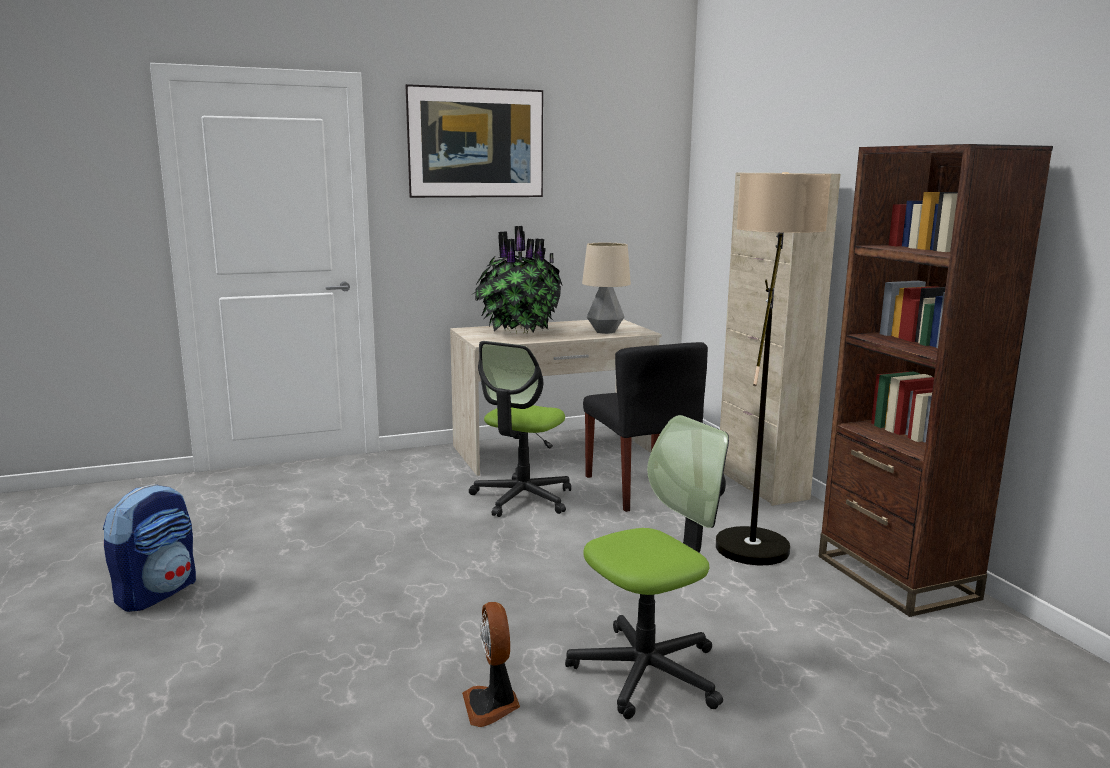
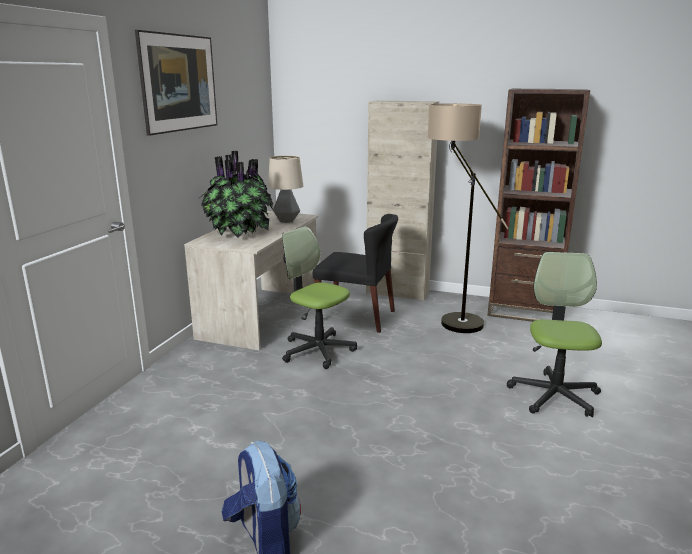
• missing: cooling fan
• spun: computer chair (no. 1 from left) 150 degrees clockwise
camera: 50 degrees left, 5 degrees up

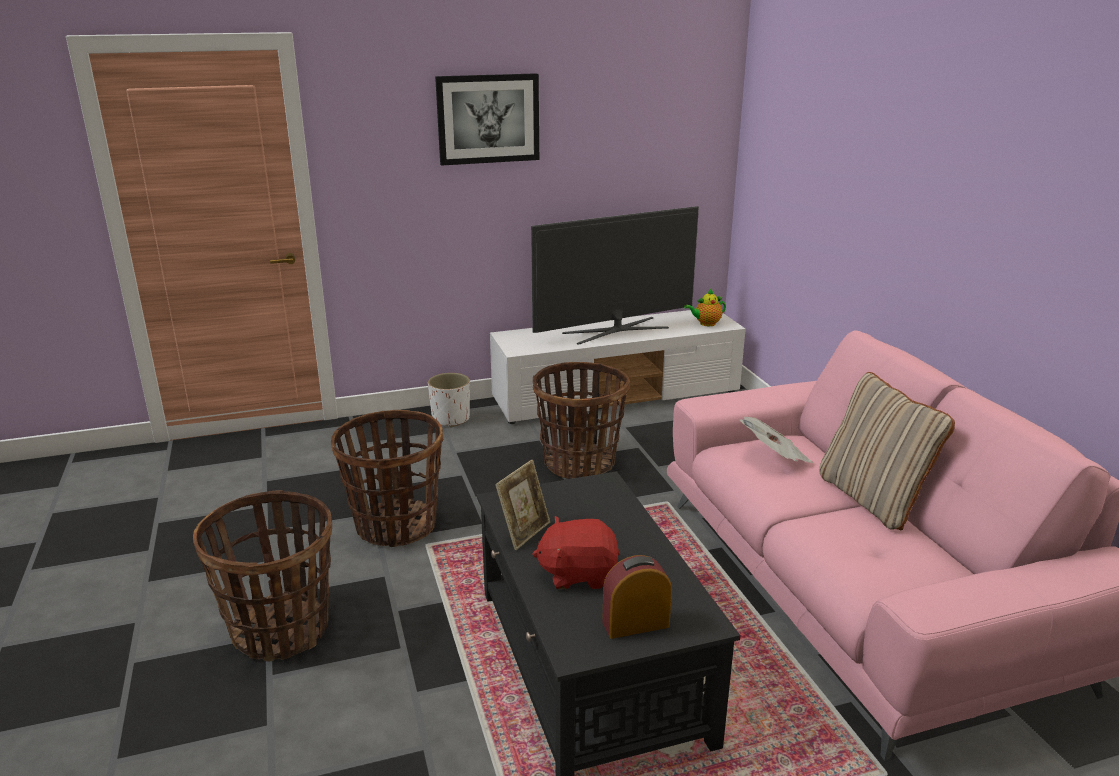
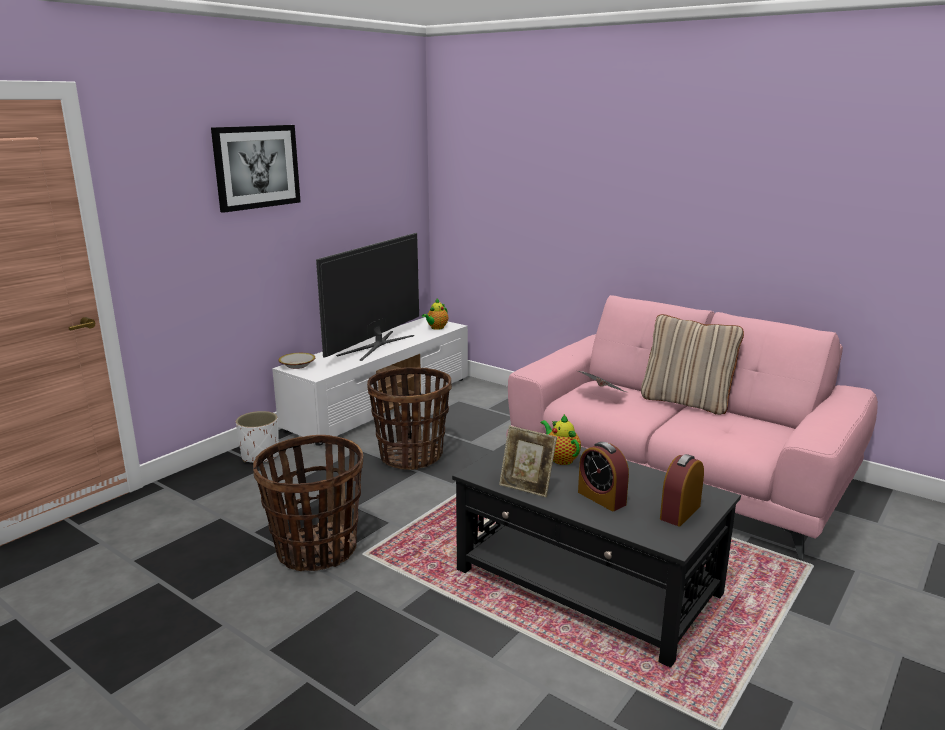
• missing: storage basket (no. 1 from left)
• appeared: bowl
• appeared: teapot (no. 2 from left)
• exchanged: red-coloured cuddly toy to bedside clock (no. 1 from left)
• spun: standing frame 120 degrees clockwise
camera: 35 degrees left, 5 degrees down

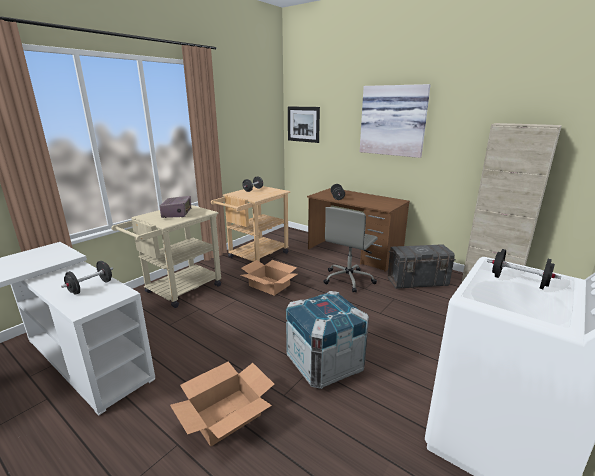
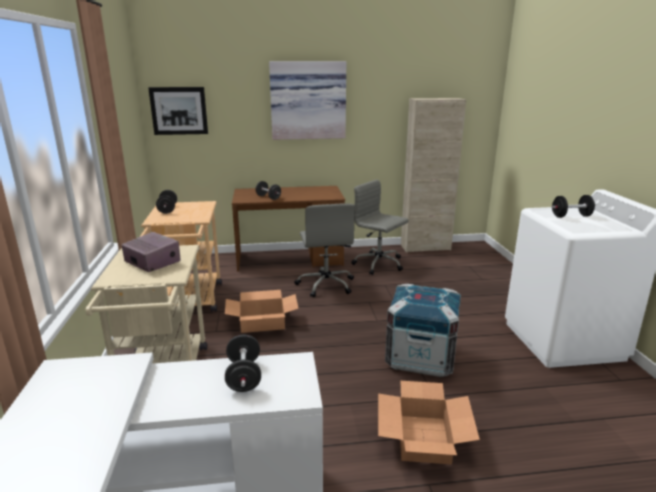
• exchanged: greyish storage bin to greyish computer chair (no. 2 from left)
camera: 45 degrees left, 0 degrees up

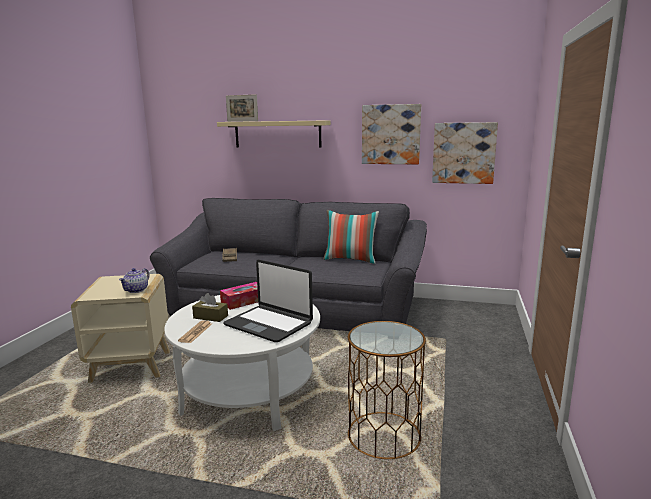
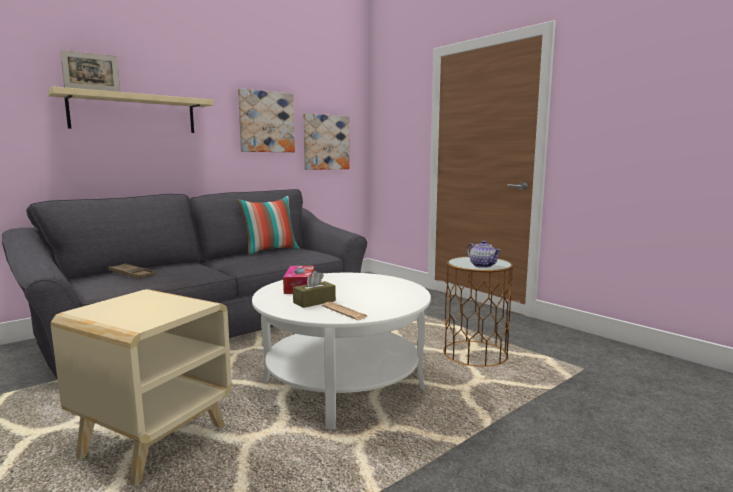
• missing: portable computer
• relocated: teapot
camera: 55 degrees left, 5 degrees down

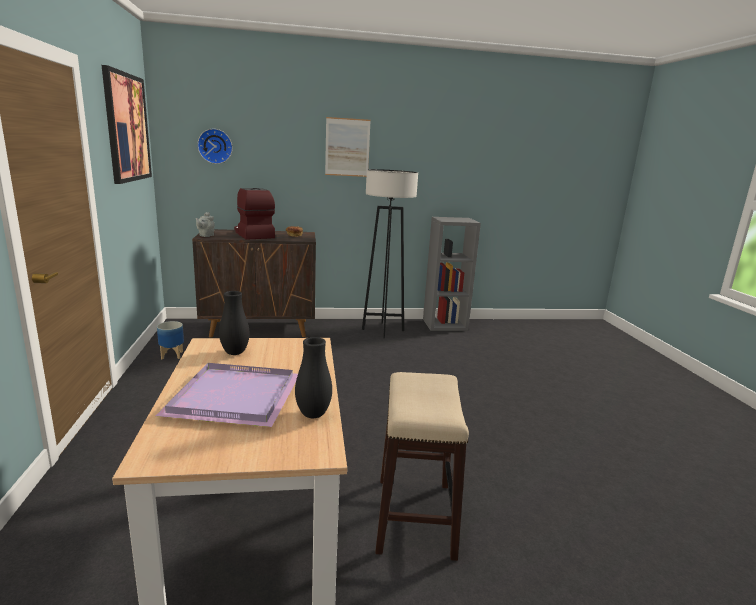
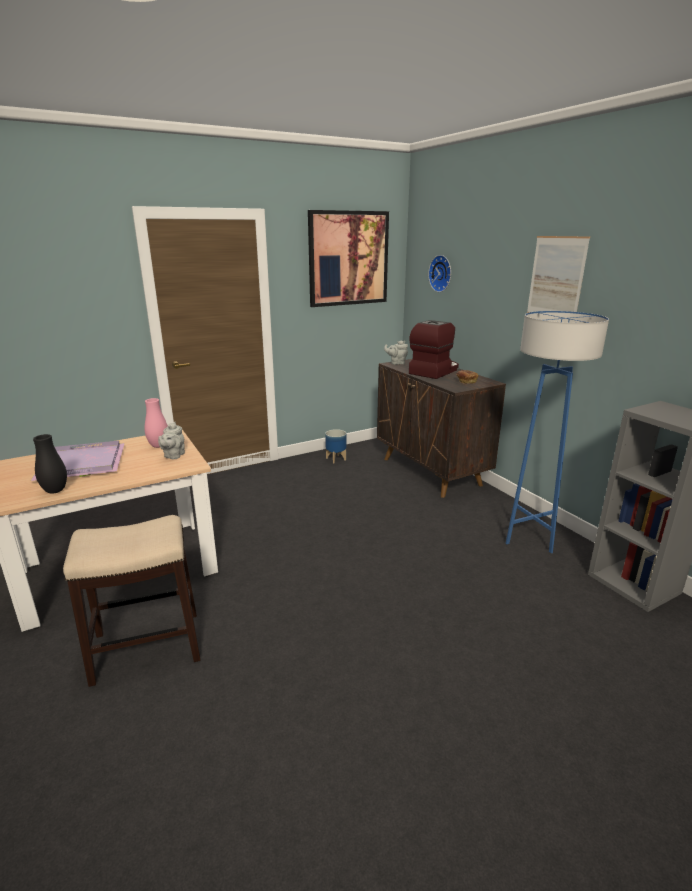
• appeared: greyish teapot (no. 1 from left)
• colour: black-coloured flower vase (no. 1 from left) to pink-coloured flower vase
• colour: black-coloured standard lamp to bluish standard lamp
camera: 70 degrees right, 5 degrees up

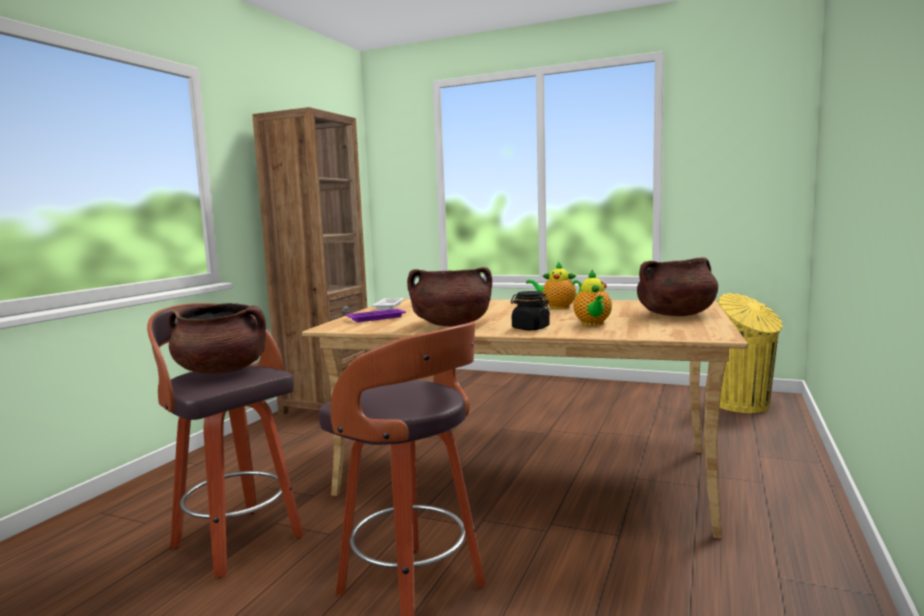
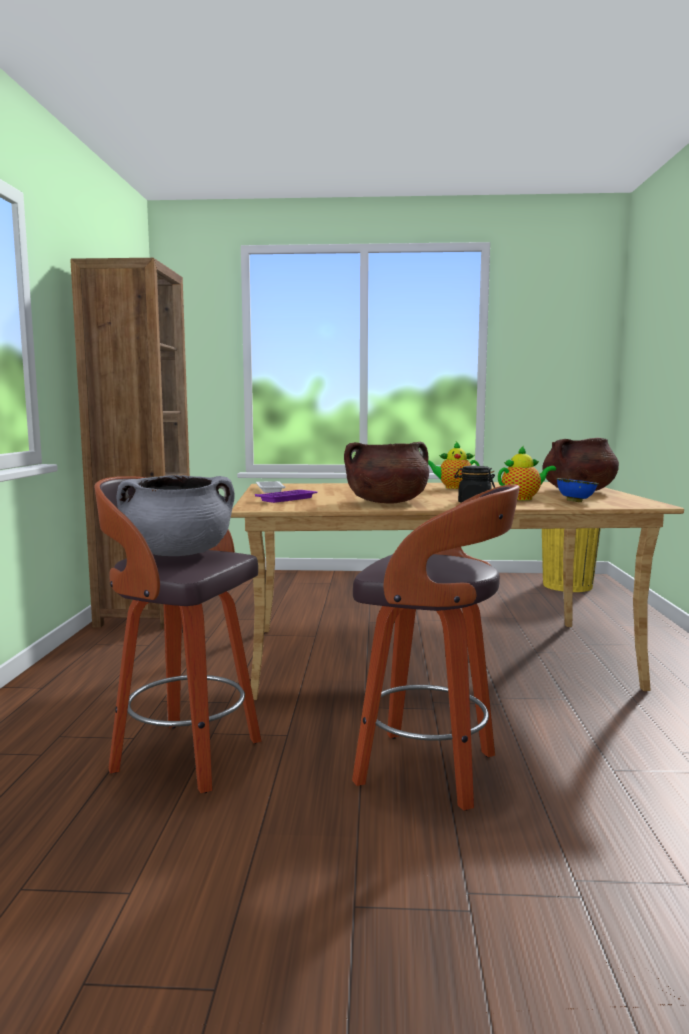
• appeared: bluish bowl
• colour: brown cooking pot (no. 1 from left) to greyish cooking pot
• spun: teapot (no. 2 from left) 90 degrees counterclockwise
camera: 20 degrees left, 0 degrees up

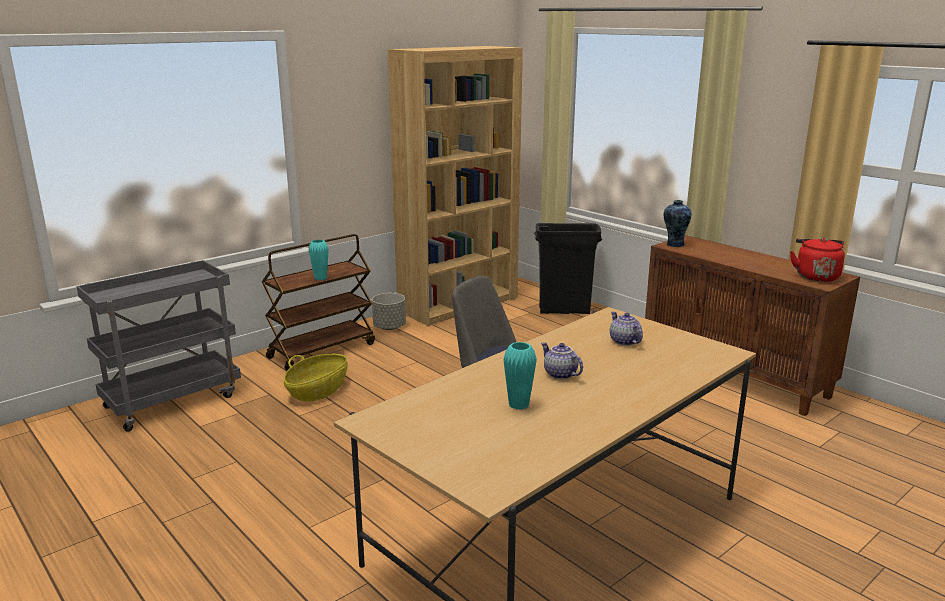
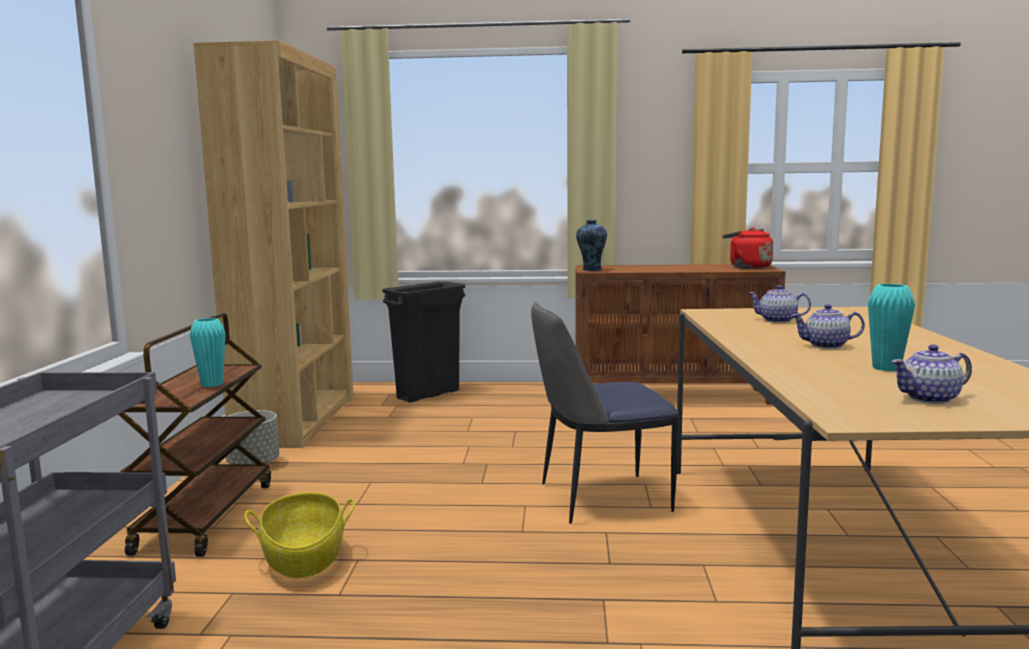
• appeared: teapot (no. 3 from left)
camera: 45 degrees left, 10 degrees down

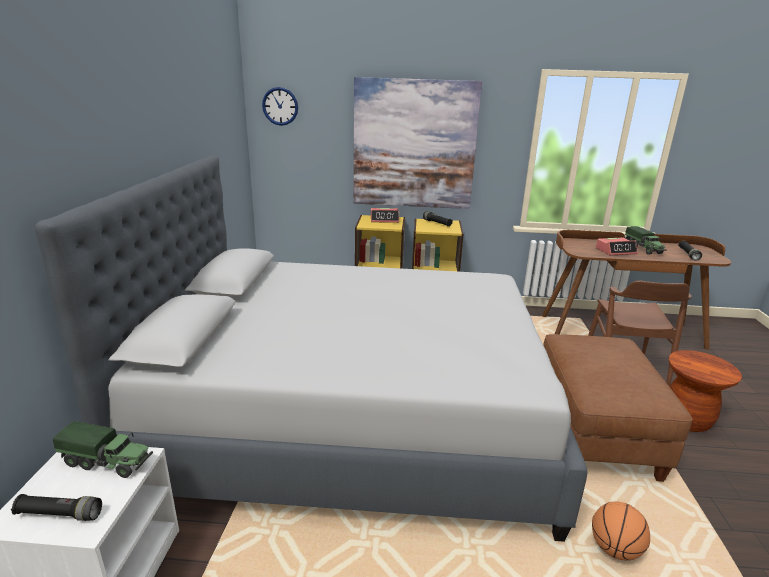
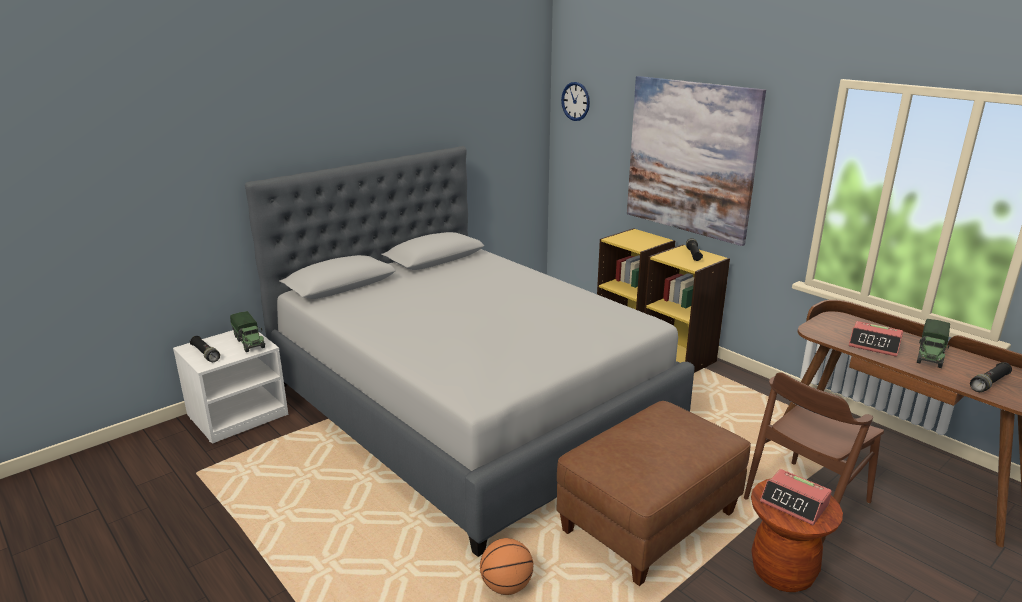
• relocated: bedside clock (no. 1 from left)
camera: 45 degrees right, 0 degrees up

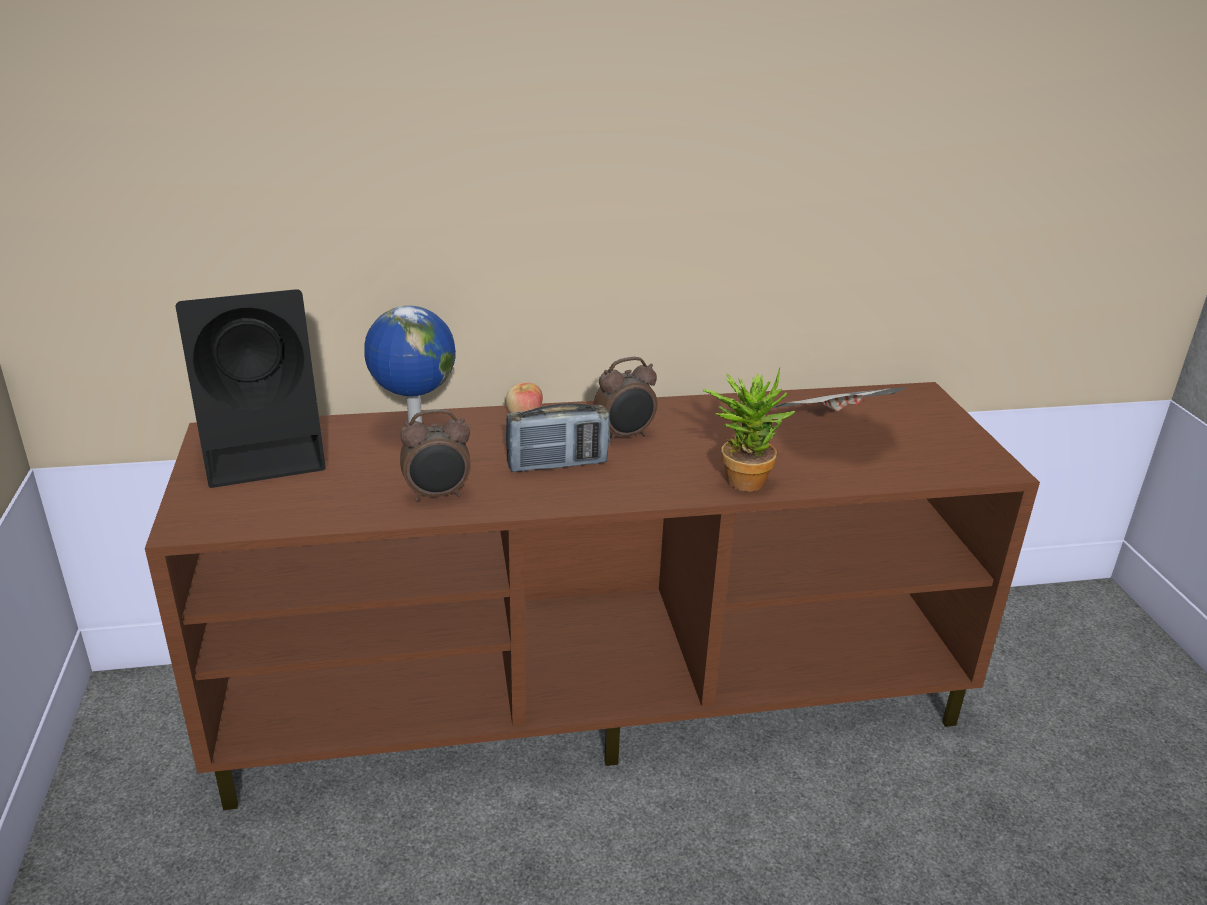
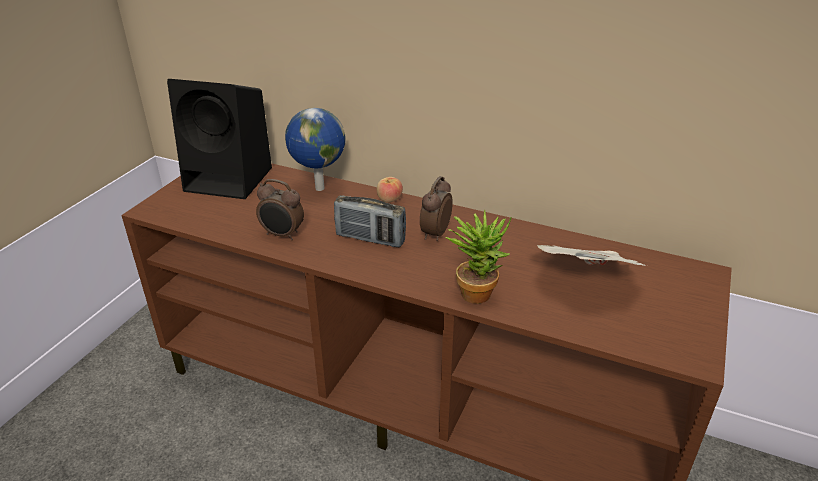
• spun: bedside clock (no. 2 from left) 105 degrees clockwise
camera: 35 degrees right, 5 degrees up

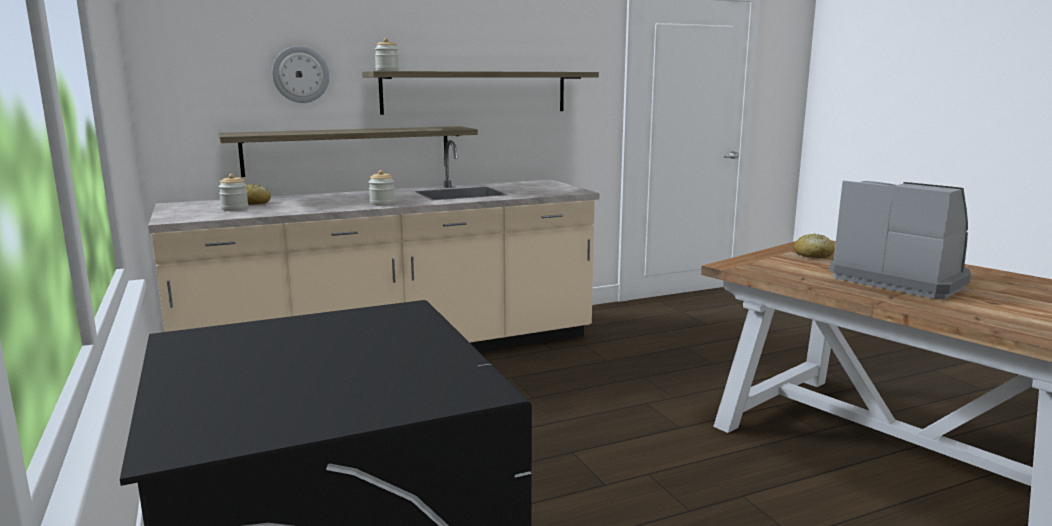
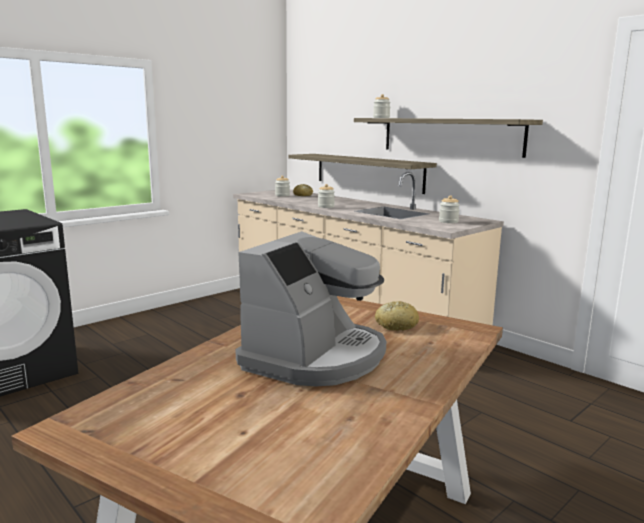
• missing: wall clock
• appeared: preserve jar (no. 4 from left)
camera: 70 degrees right, 0 degrees up

